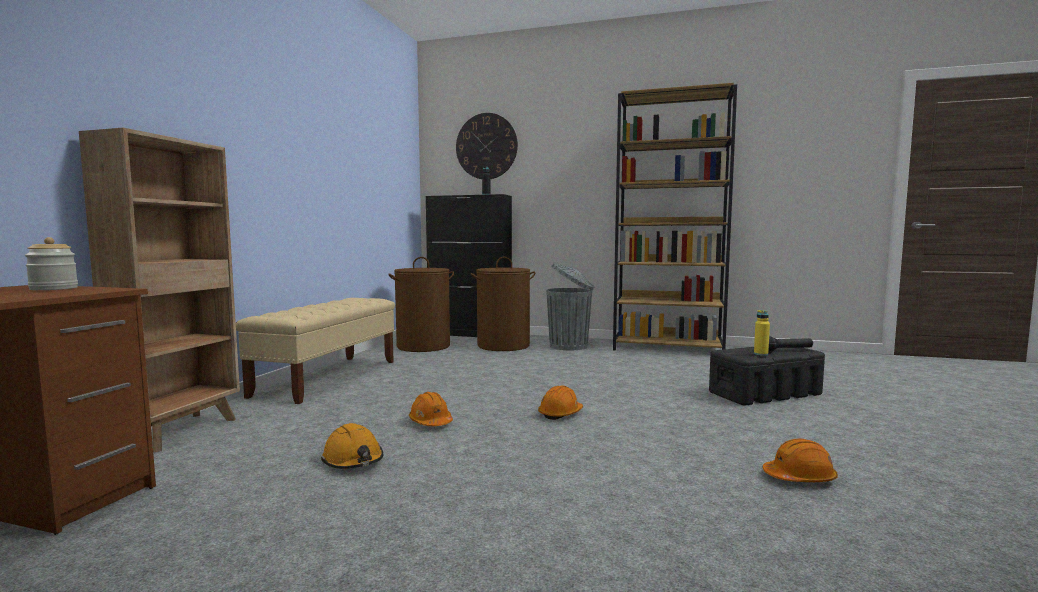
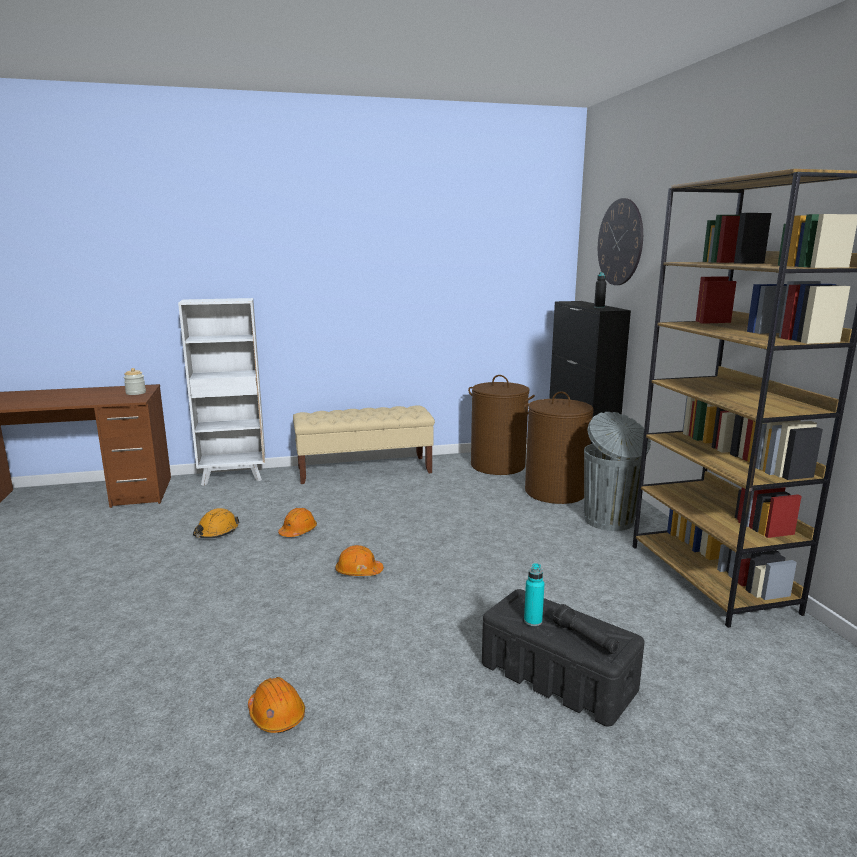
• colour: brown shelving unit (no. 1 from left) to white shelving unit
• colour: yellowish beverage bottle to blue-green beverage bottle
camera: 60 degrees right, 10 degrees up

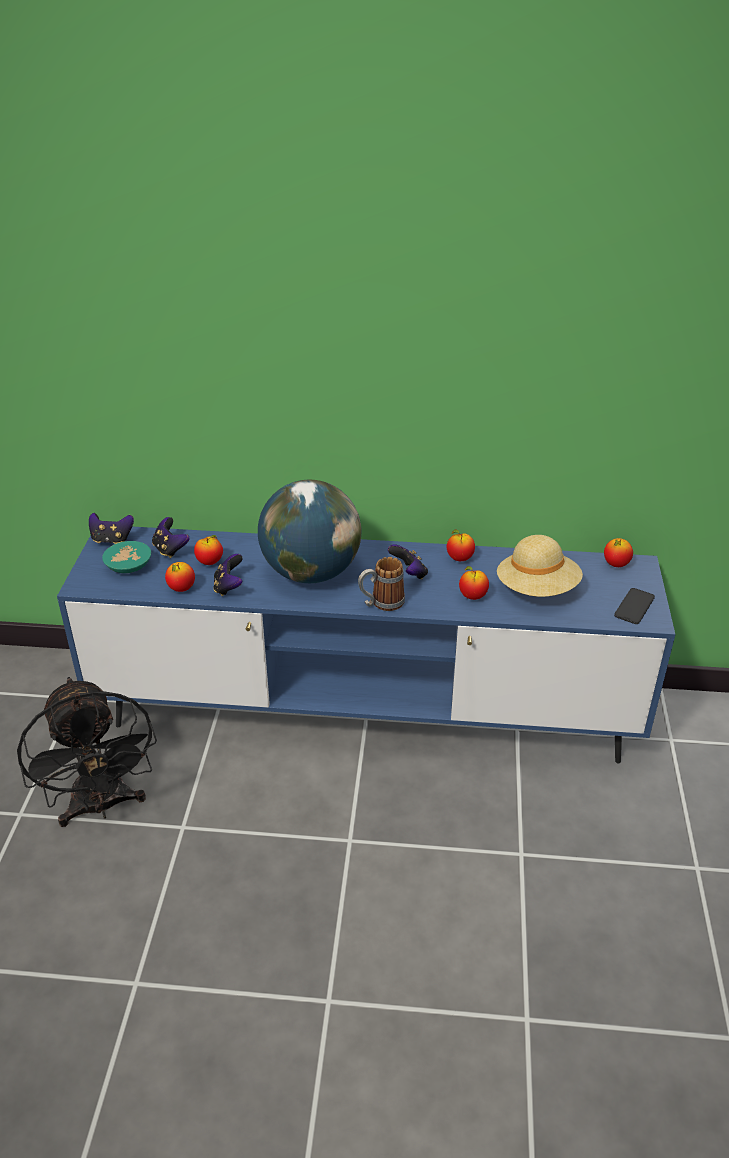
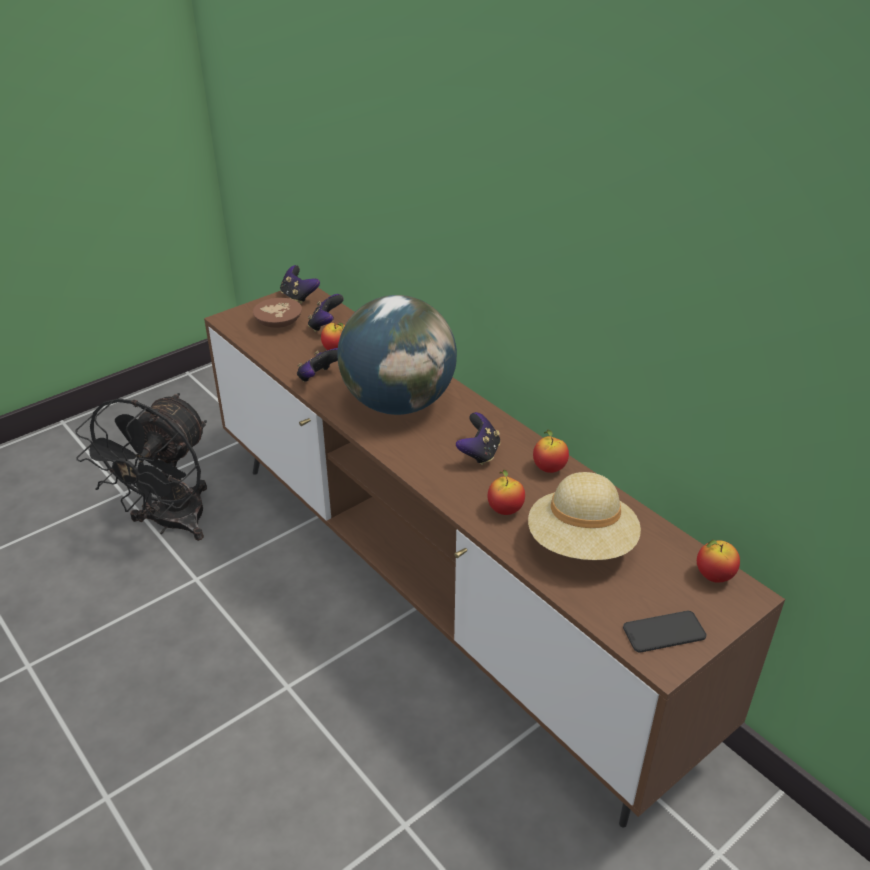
• missing: whole apple (no. 1 from left)
• missing: coffee mug
• colour: bluish media console to brown media console
• colour: blue-green bowl to brown bowl
camera: 45 degrees right, 0 degrees up

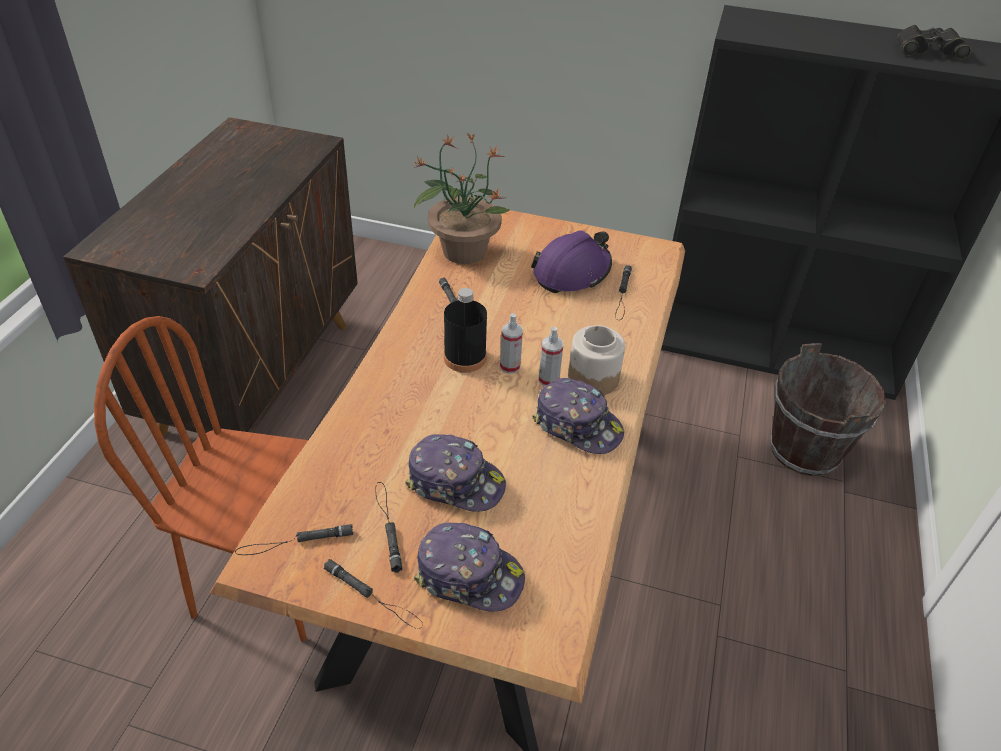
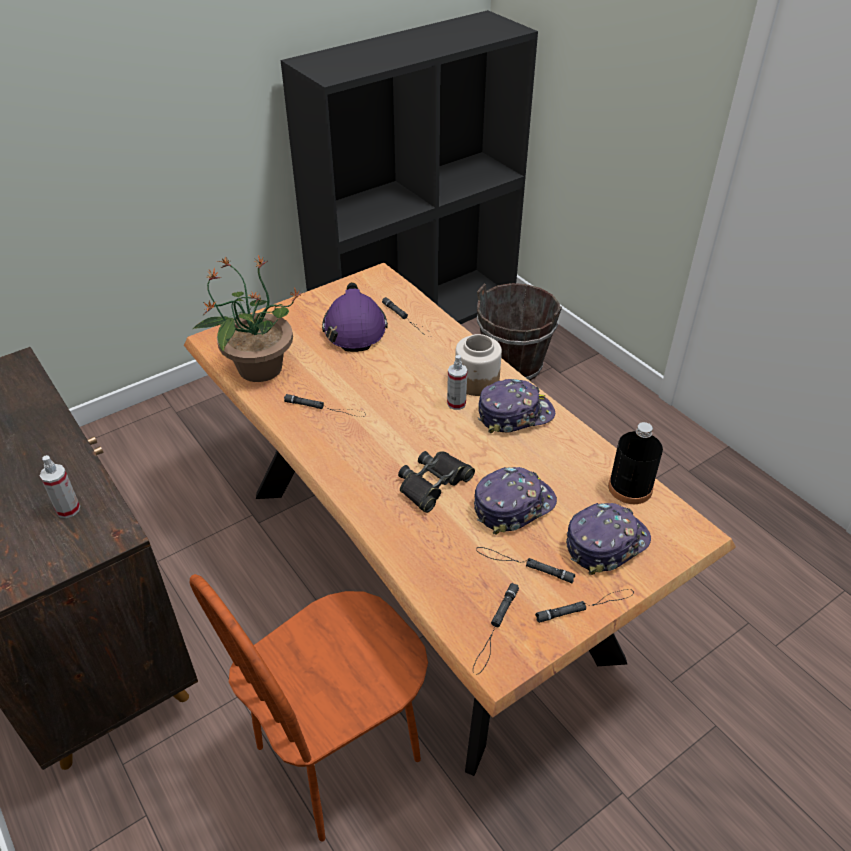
• relocated: black-coloured beverage bottle
• relocated: spray bottle (no. 1 from left)
• relocated: black-coloured field glasses
camera: 50 degrees left, 0 degrees up

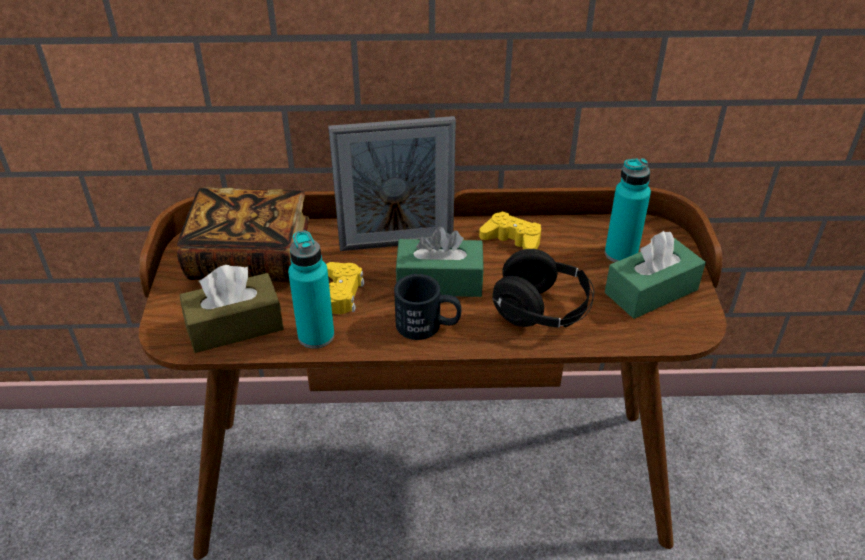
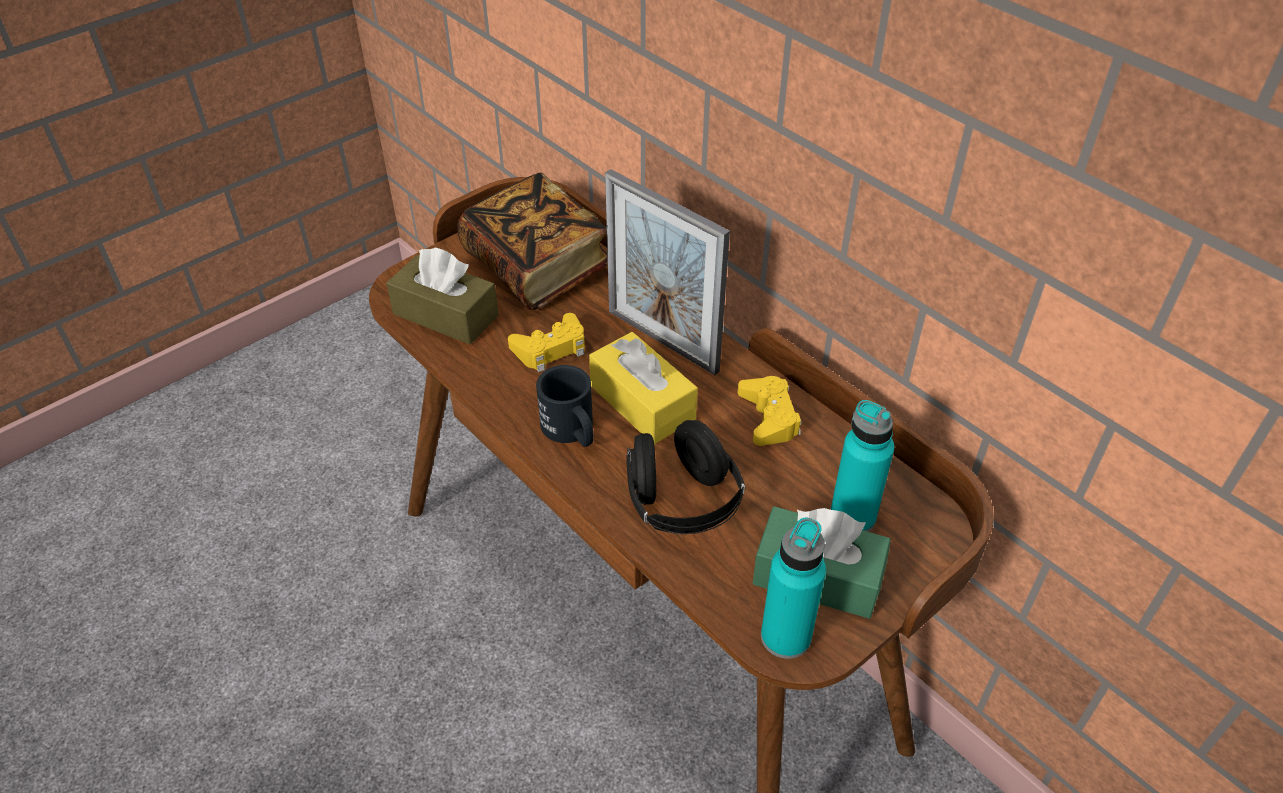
• relocated: blue-green beverage bottle (no. 1 from left)
• colour: greenish tissue box (no. 1 from left) to yellowish tissue box
camera: 50 degrees right, 5 degrees up

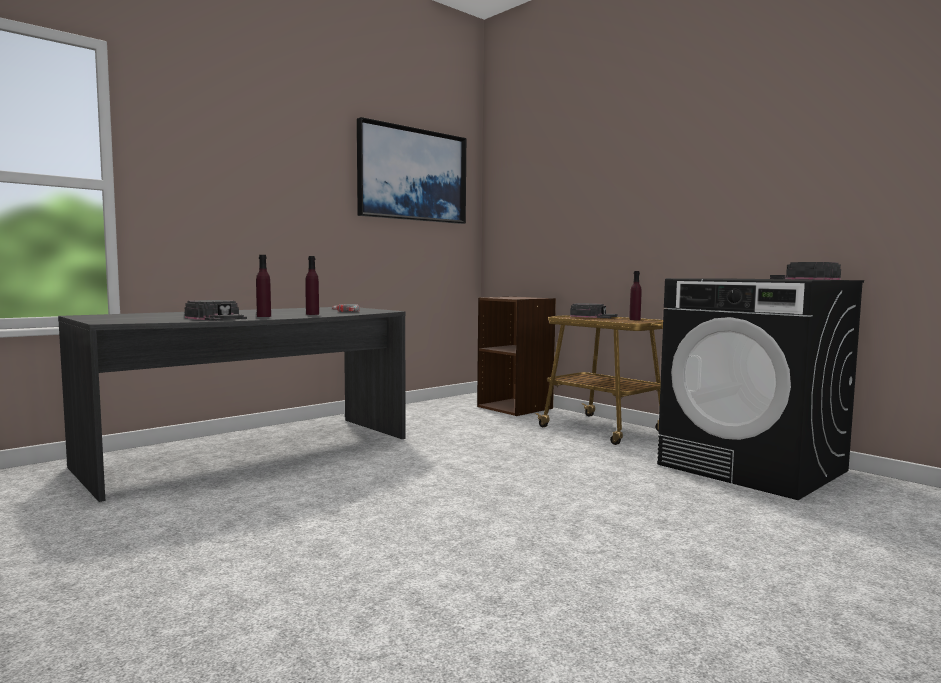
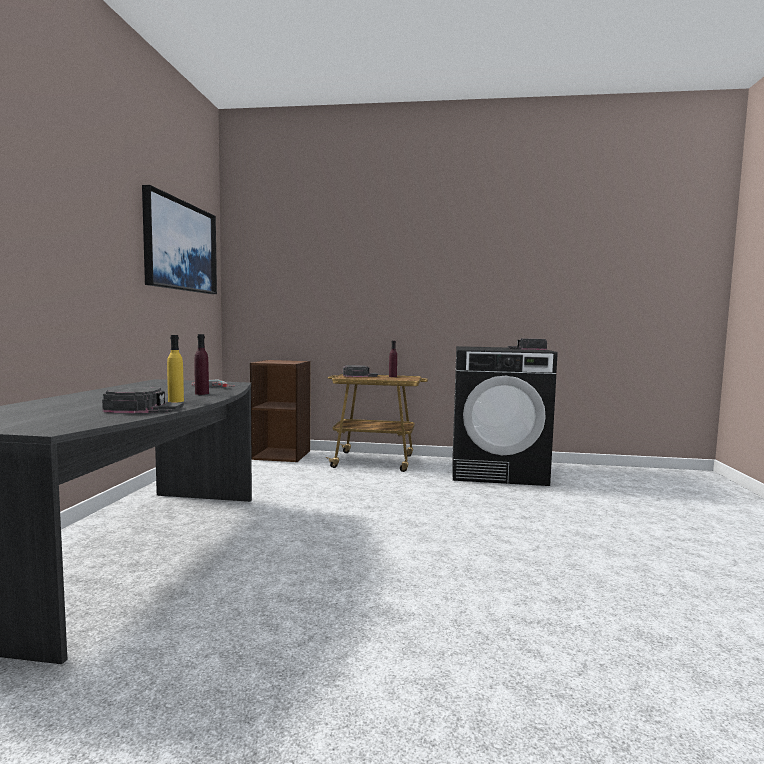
• colour: purplish beverage bottle (no. 1 from left) to yellowish beverage bottle
camera: 40 degrees left, 0 degrees up

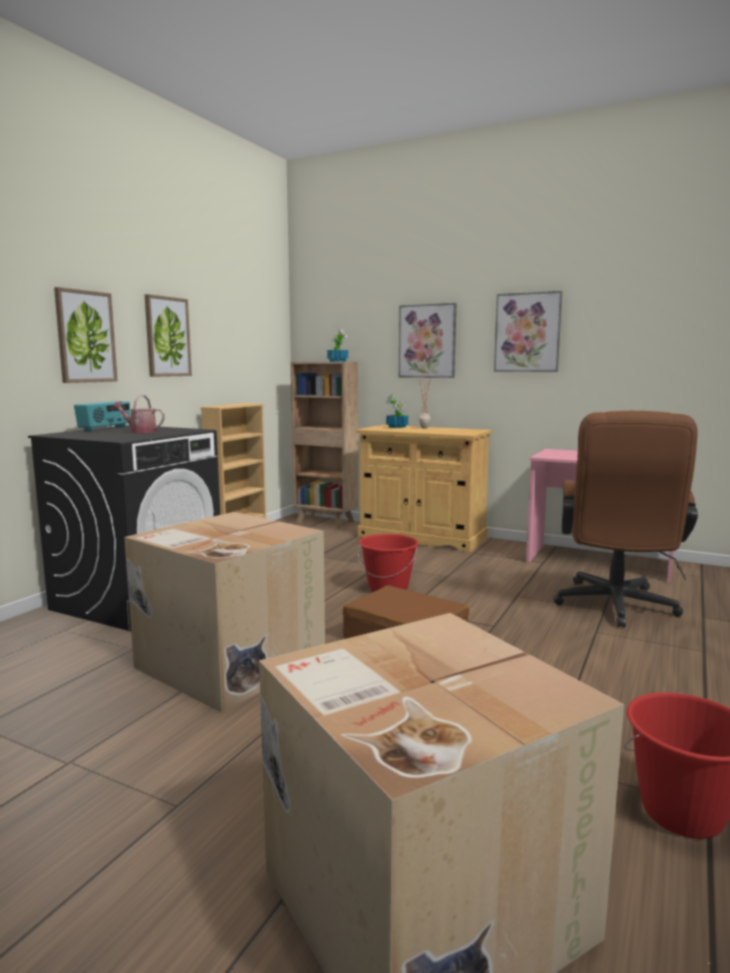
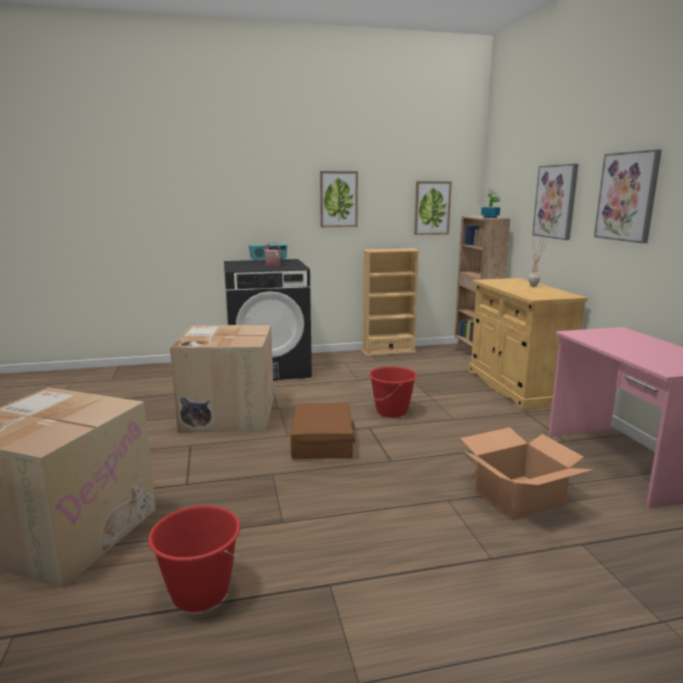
• missing: potted plant (no. 2 from left)
• relocated: picture (no. 1 from left in the first image) to picture (no. 2 from left)
• exchanged: brown computer chair to packing box (no. 3 from left)
camera: 50 degrees right, 5 degrees up

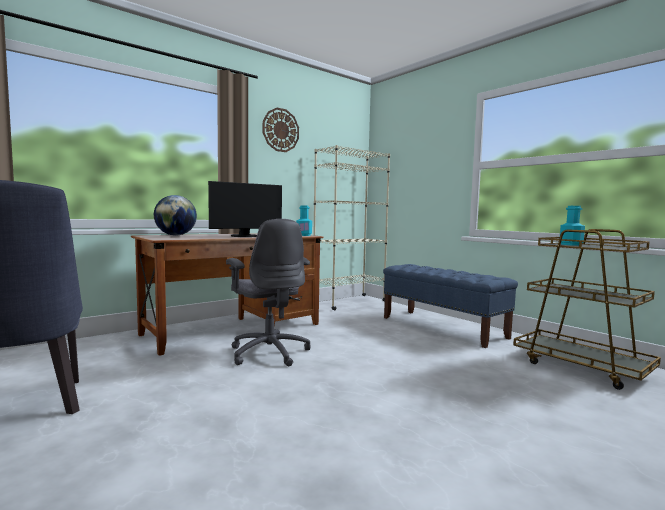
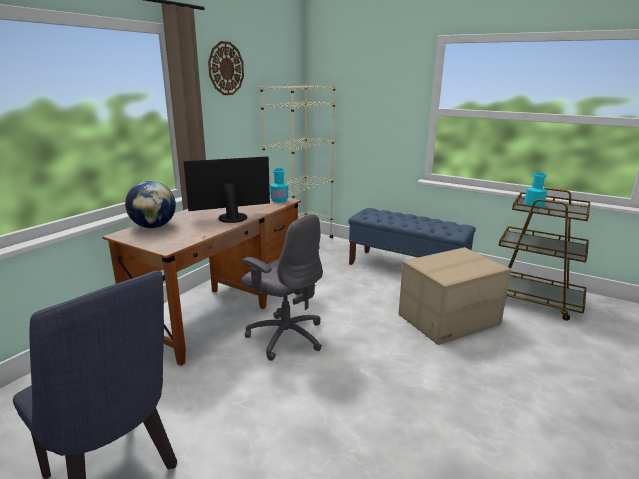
• appeared: packing box
• spun: monitor 150 degrees counterclockwise
camera: 20 degrees left, 15 degrees up

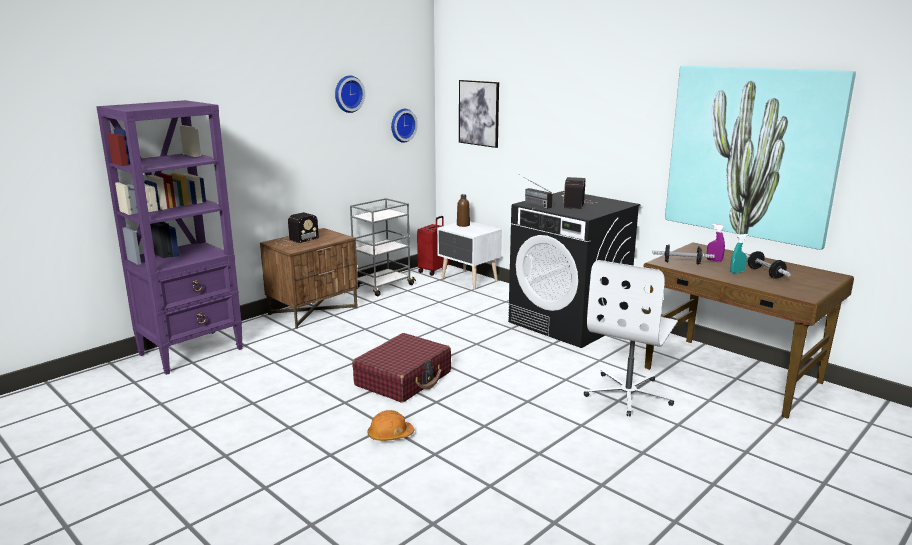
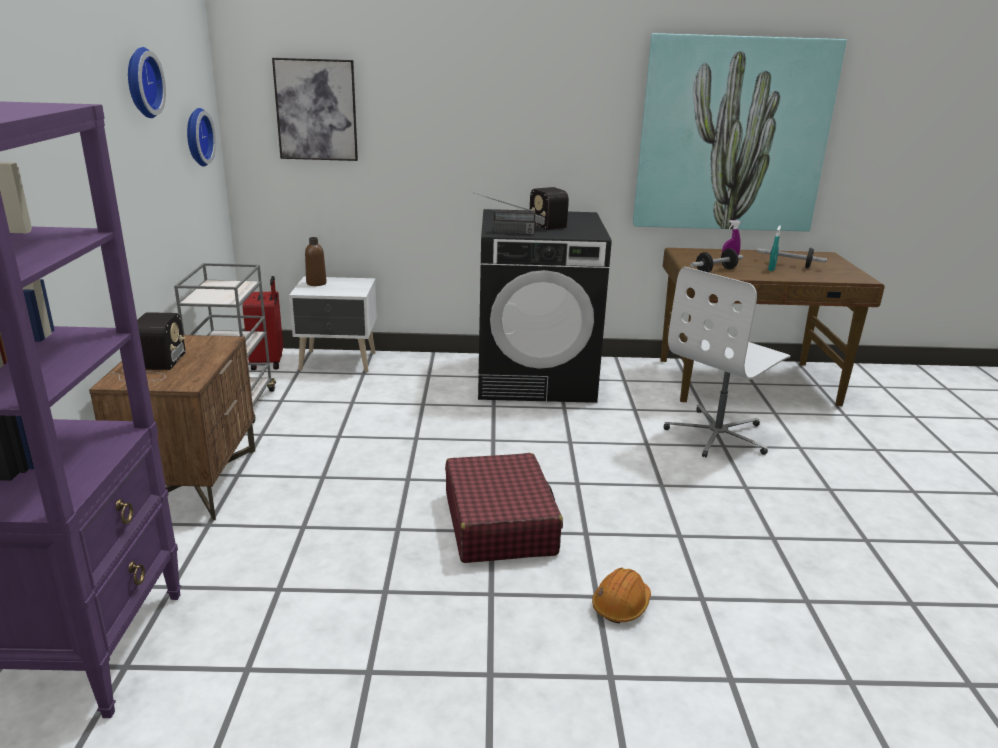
• spun: white computer chair 60 degrees clockwise
camera: 45 degrees left, 5 degrees up

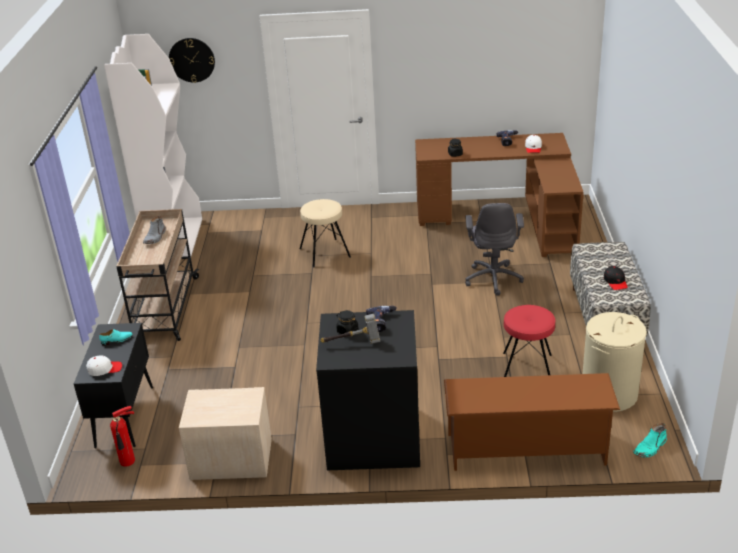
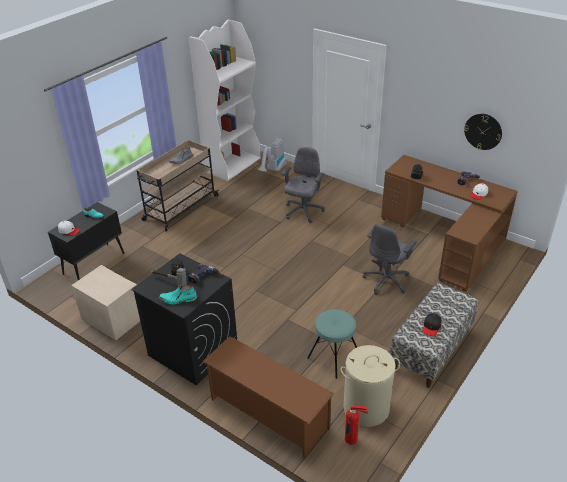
• appeared: vacuum cleaner
• relocated: extinguisher
• relocated: wall clock
• relocated: blue-green high-top boot
• exchanged: sand-coloured sitting stool to greyish computer chair (no. 1 from left)
• colour: red-coloured sitting stool to blue-green sitting stool
camera: 35 degrees right, 5 degrees up

